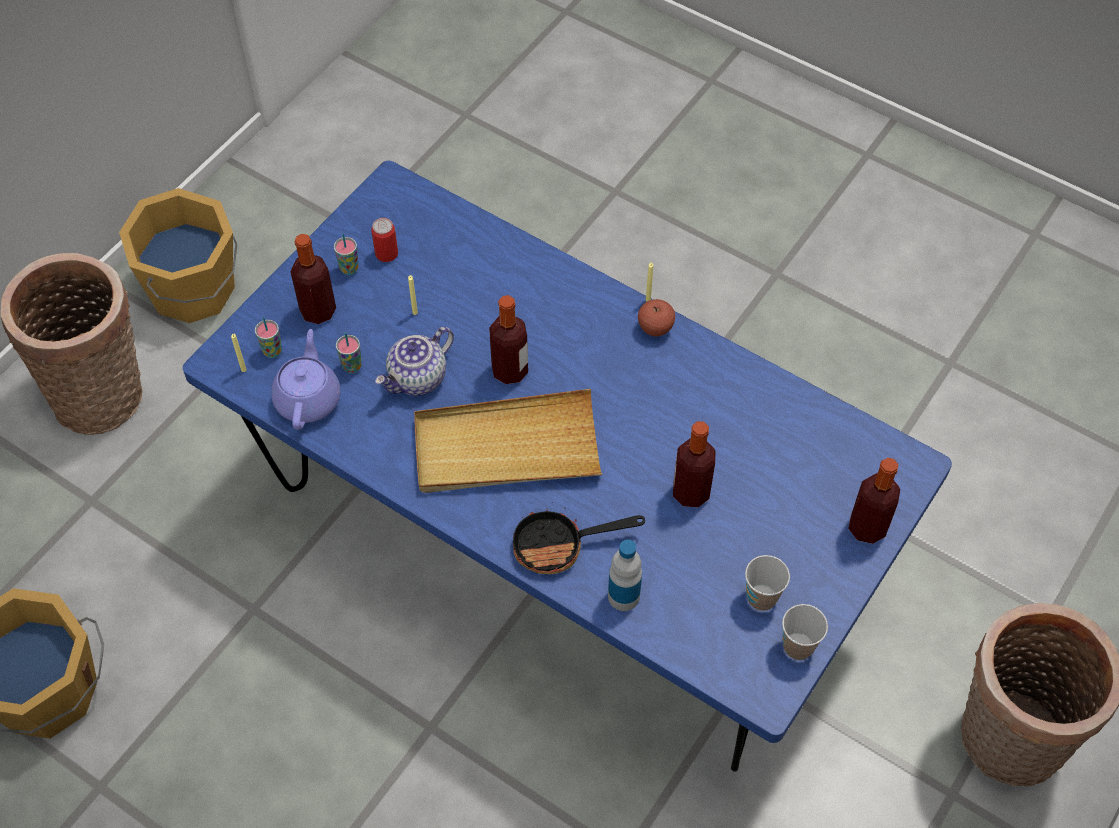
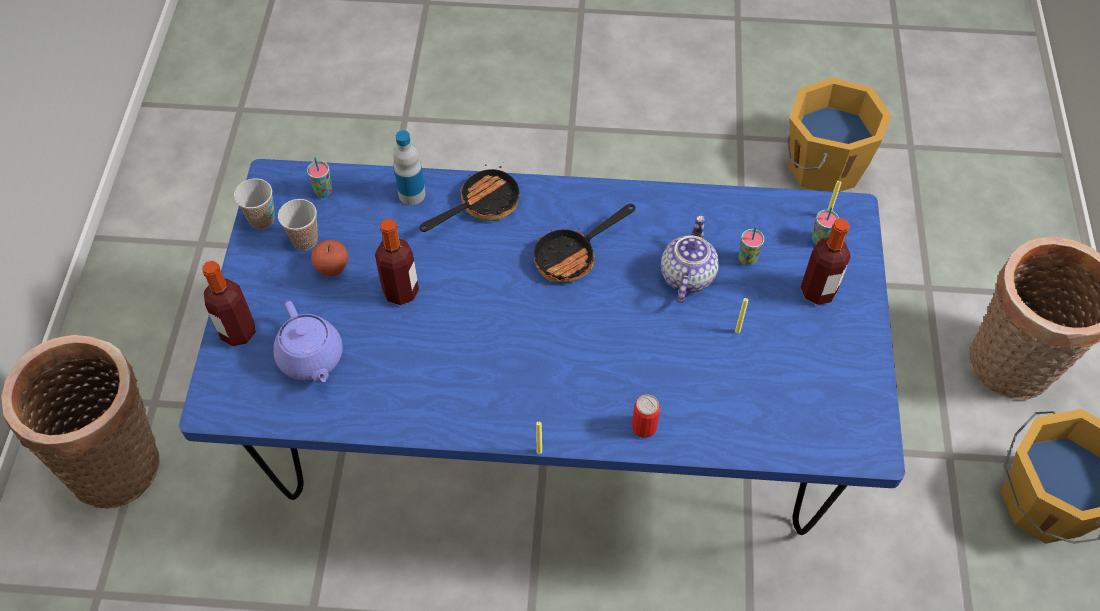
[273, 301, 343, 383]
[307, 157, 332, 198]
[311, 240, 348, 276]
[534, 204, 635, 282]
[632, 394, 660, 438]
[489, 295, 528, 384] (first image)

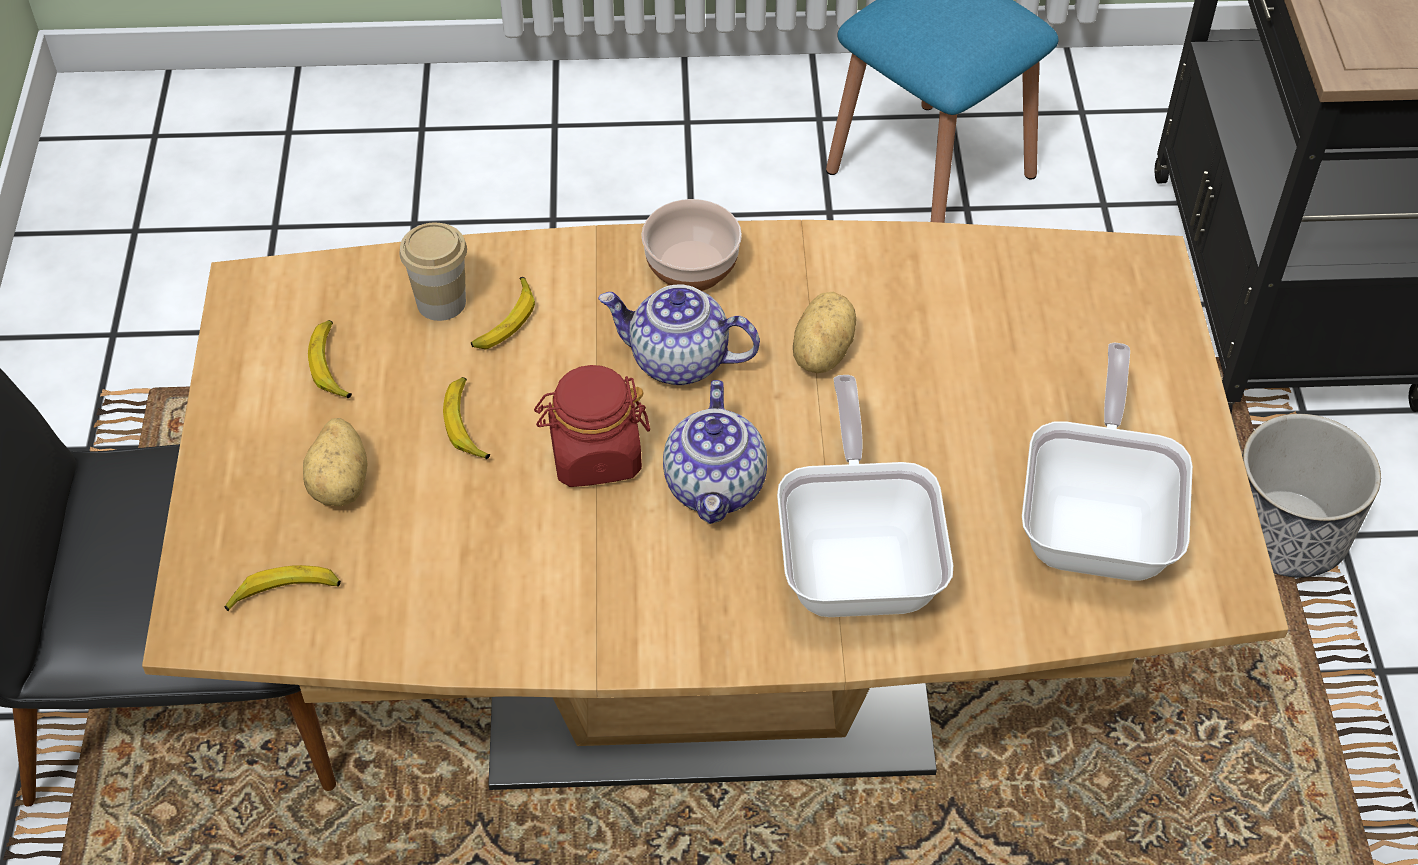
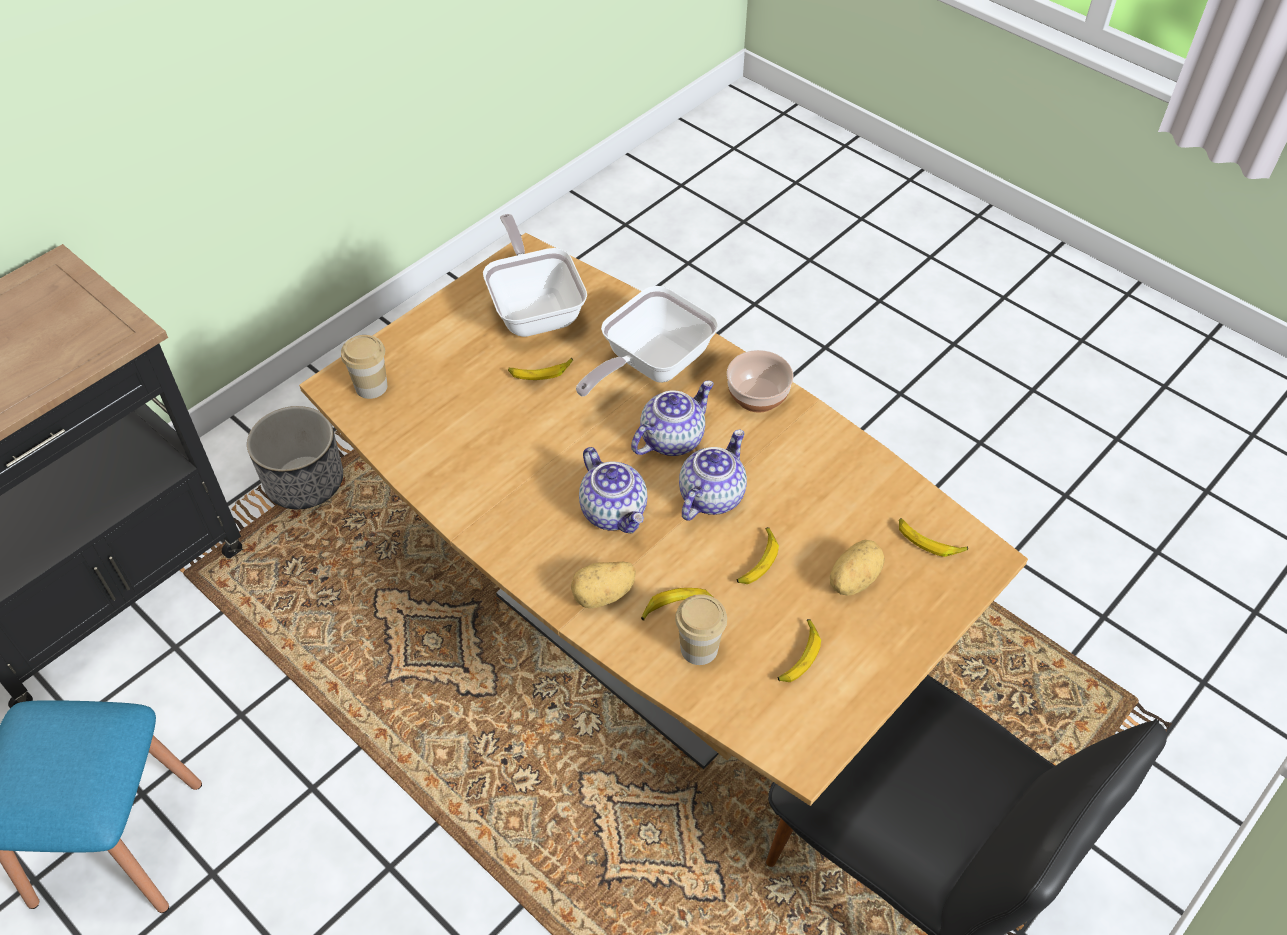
[341, 335, 387, 399]
[483, 214, 587, 337]
[508, 358, 573, 380]
[571, 562, 636, 608]
[679, 430, 747, 521]
[727, 350, 793, 413]

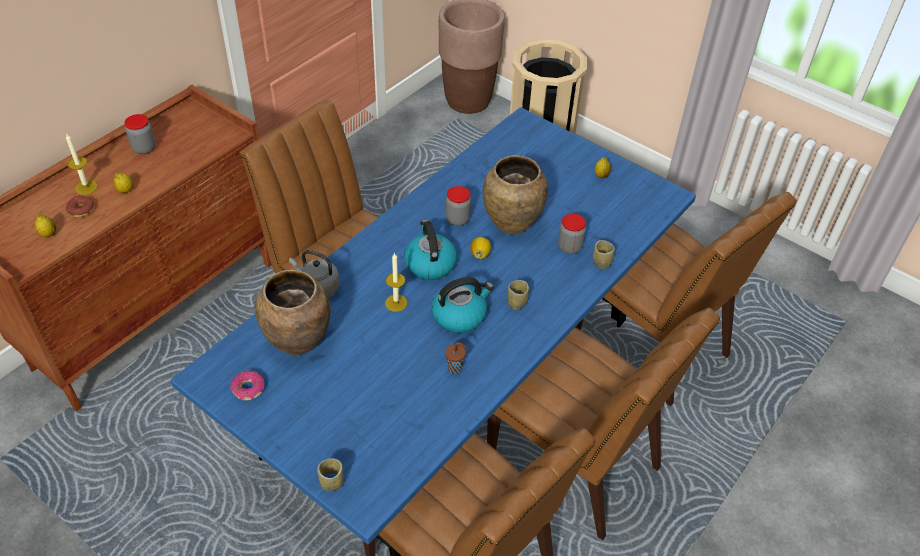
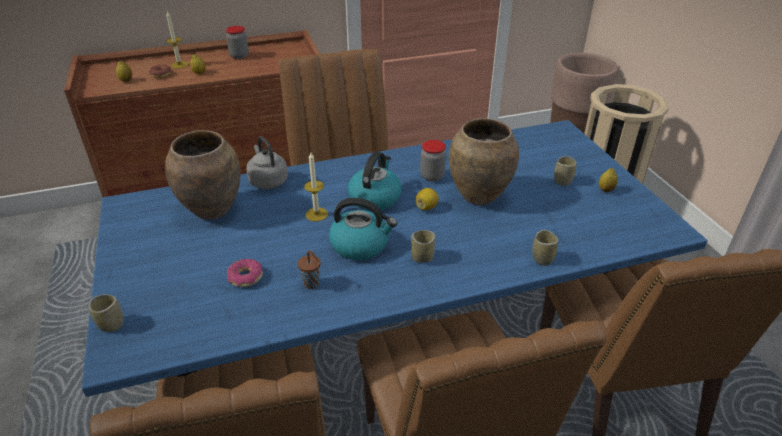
[227, 259, 263, 287]
[554, 156, 576, 186]
[558, 214, 586, 254] (first image)

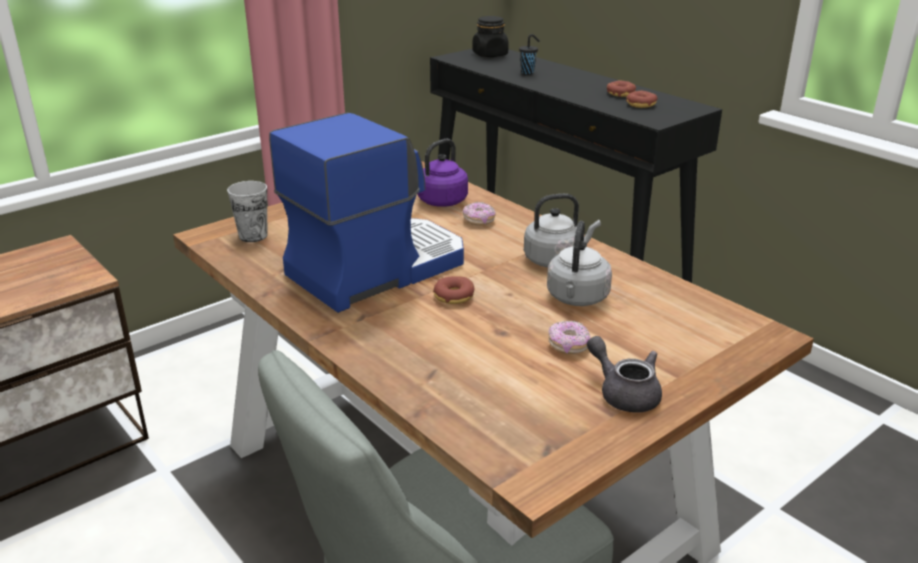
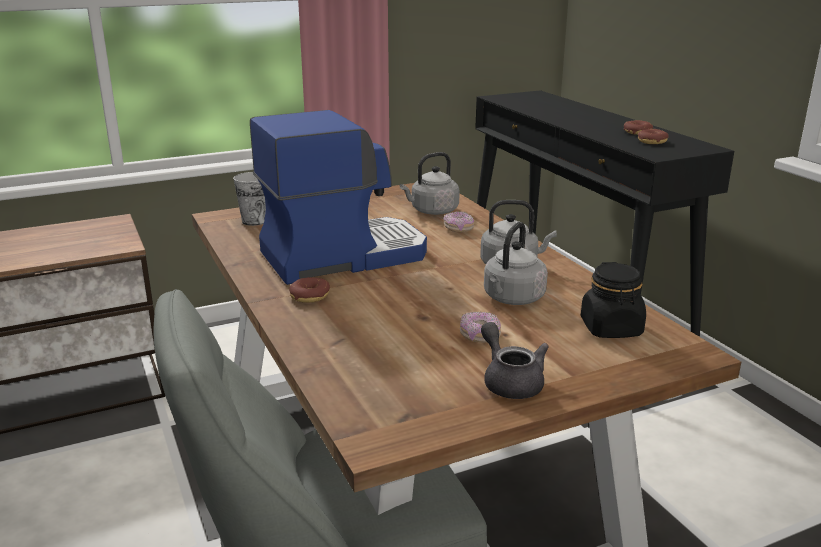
[289, 277, 330, 303]
[400, 152, 460, 215]
[581, 262, 646, 338]
[519, 34, 540, 74] (first image)

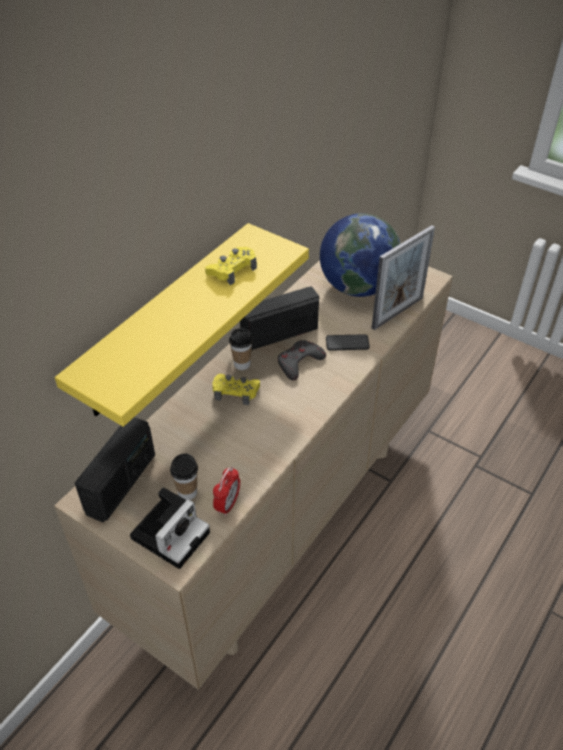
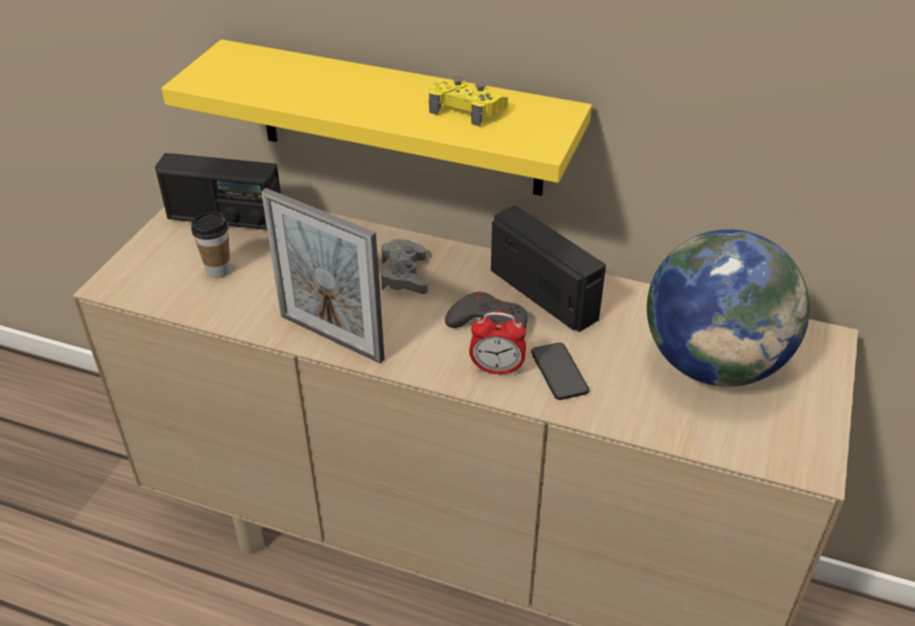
[261, 188, 385, 364]
[381, 239, 428, 294]
[469, 312, 526, 375]
[130, 487, 210, 569] (first image)
[229, 328, 253, 370] (first image)

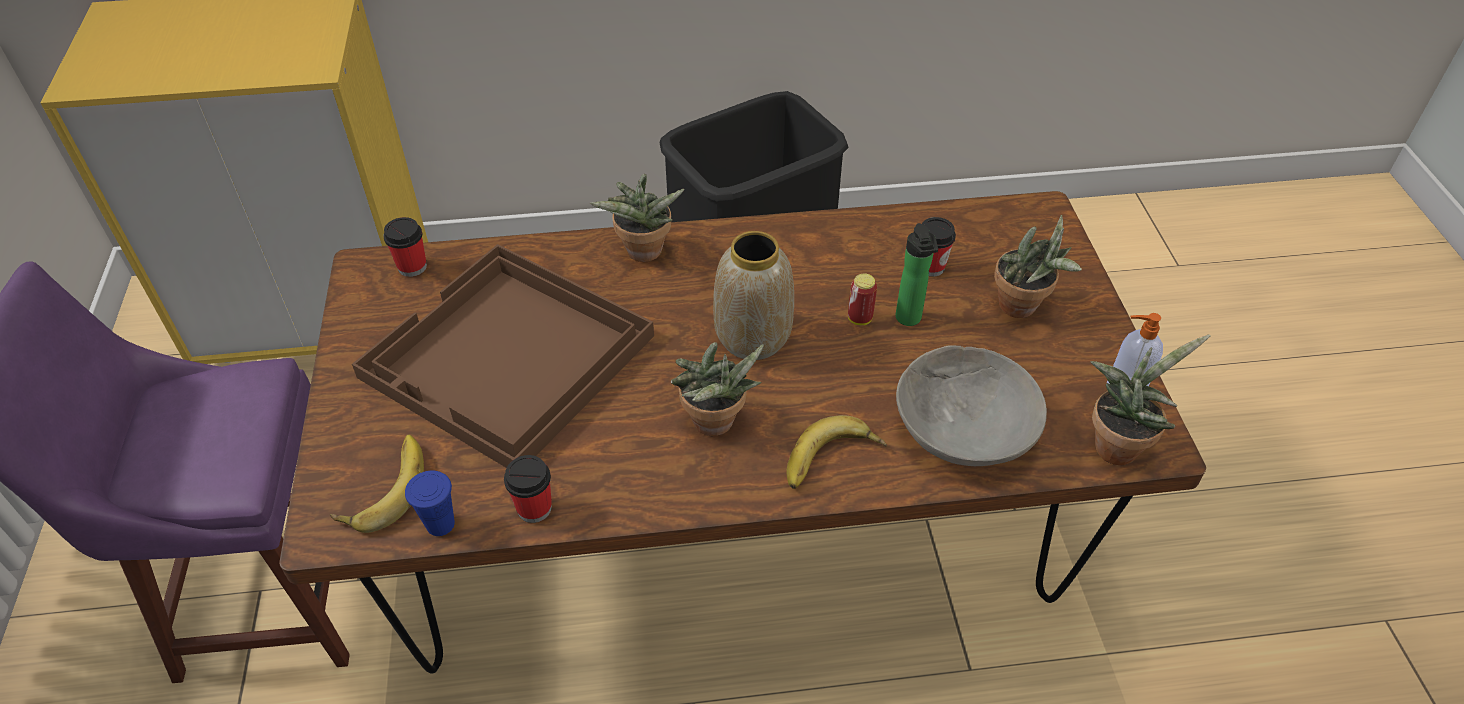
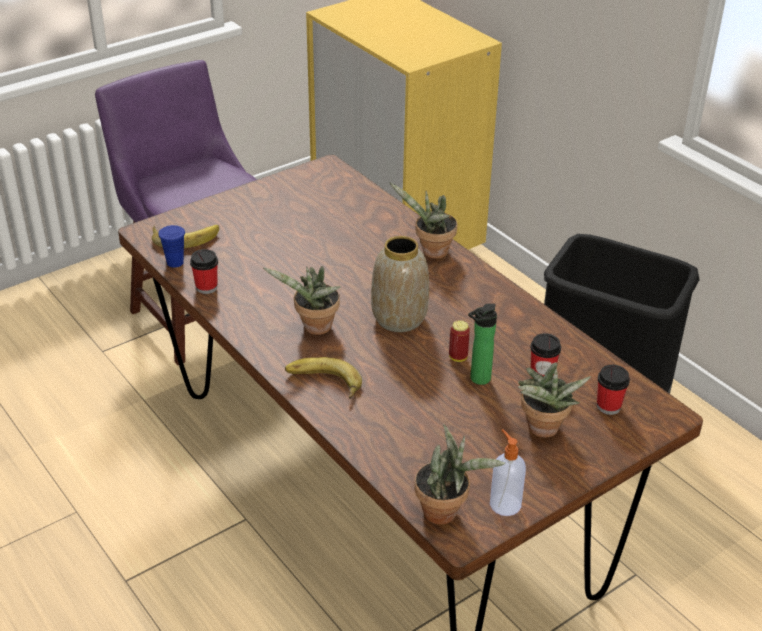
[597, 365, 630, 415]
[352, 244, 654, 468] (first image)
[896, 345, 1047, 466] (first image)

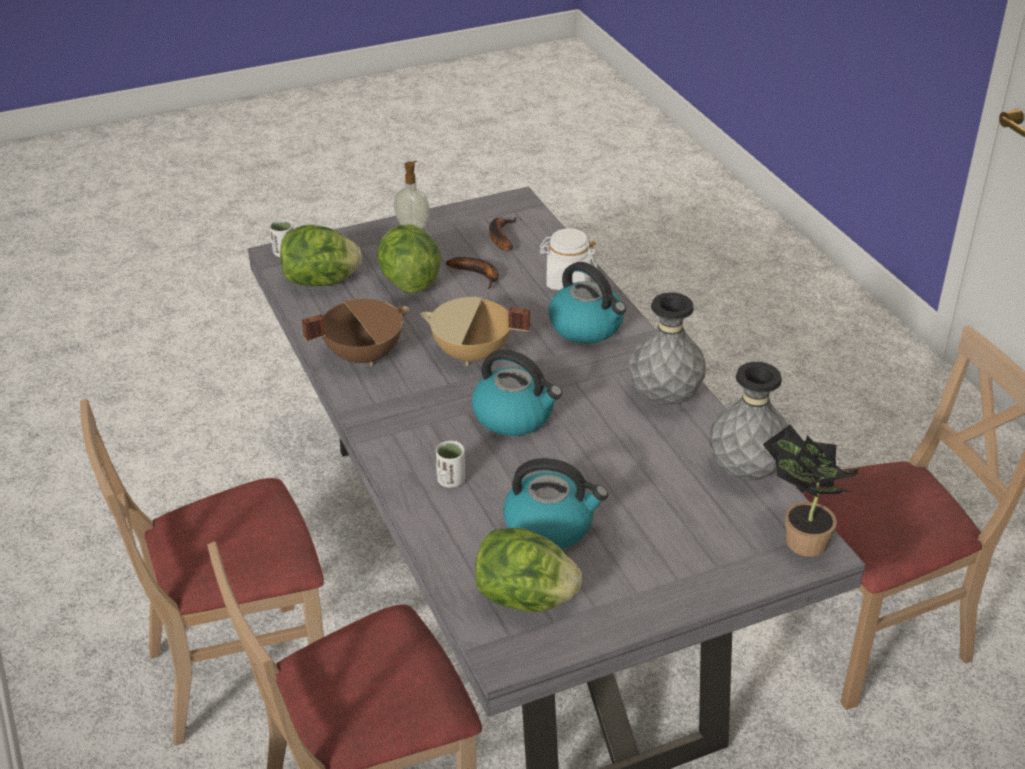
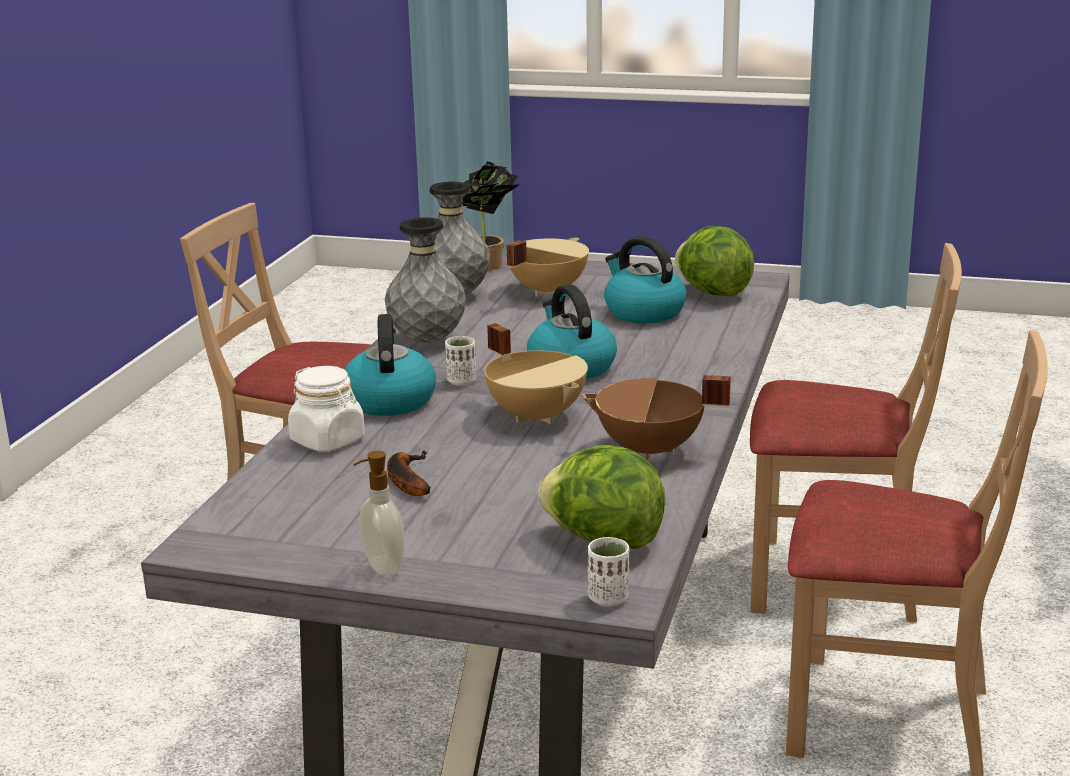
[445, 336, 476, 386]
[506, 238, 589, 296]
[377, 225, 441, 294] (first image)
[489, 217, 517, 251] (first image)

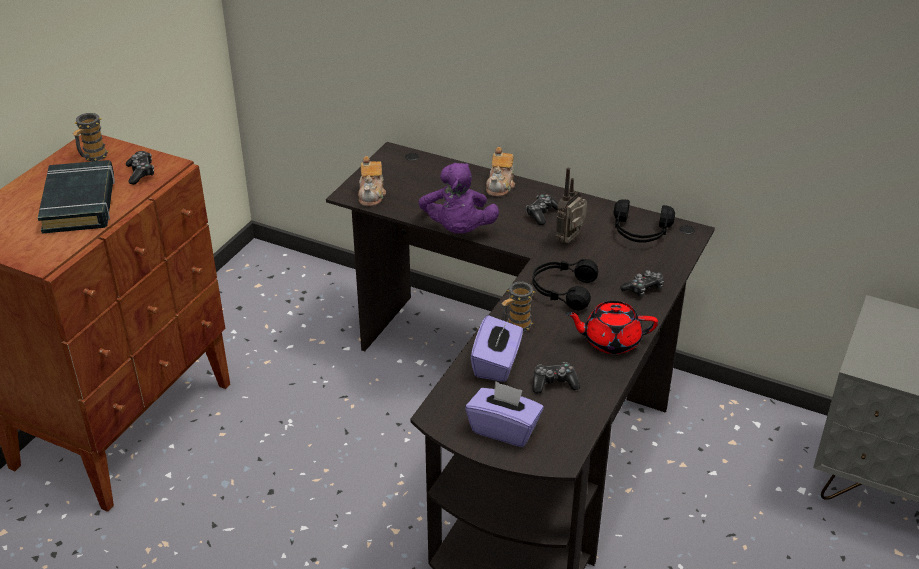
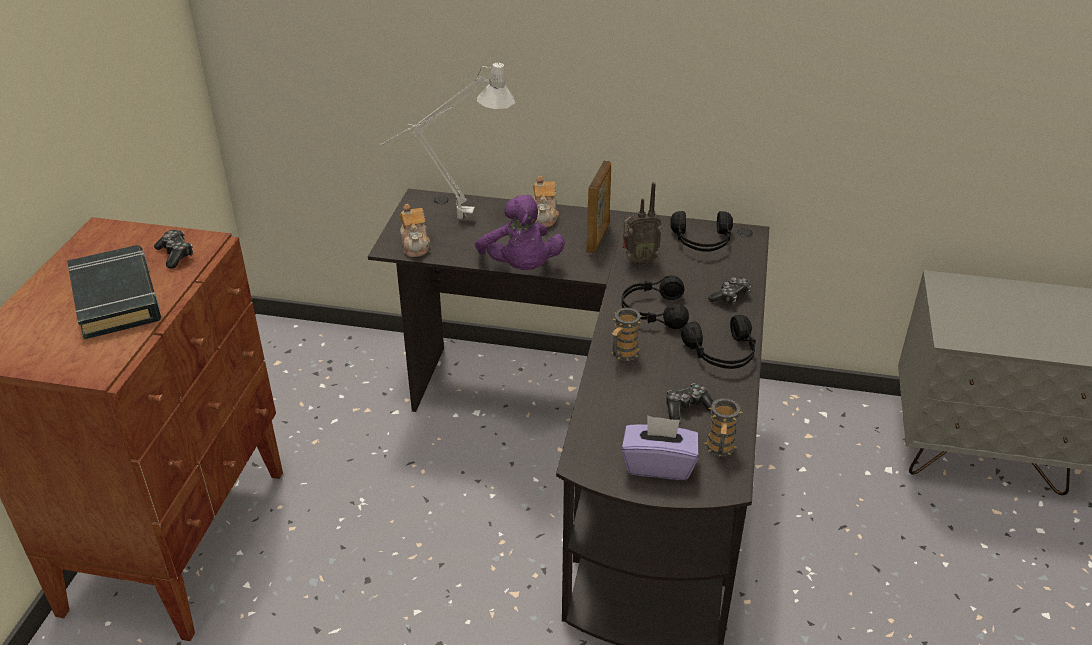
[380, 62, 515, 219]
[586, 161, 611, 253]
[622, 182, 662, 265]
[681, 315, 756, 369]
[705, 398, 743, 456]
[471, 315, 523, 382] (first image)

